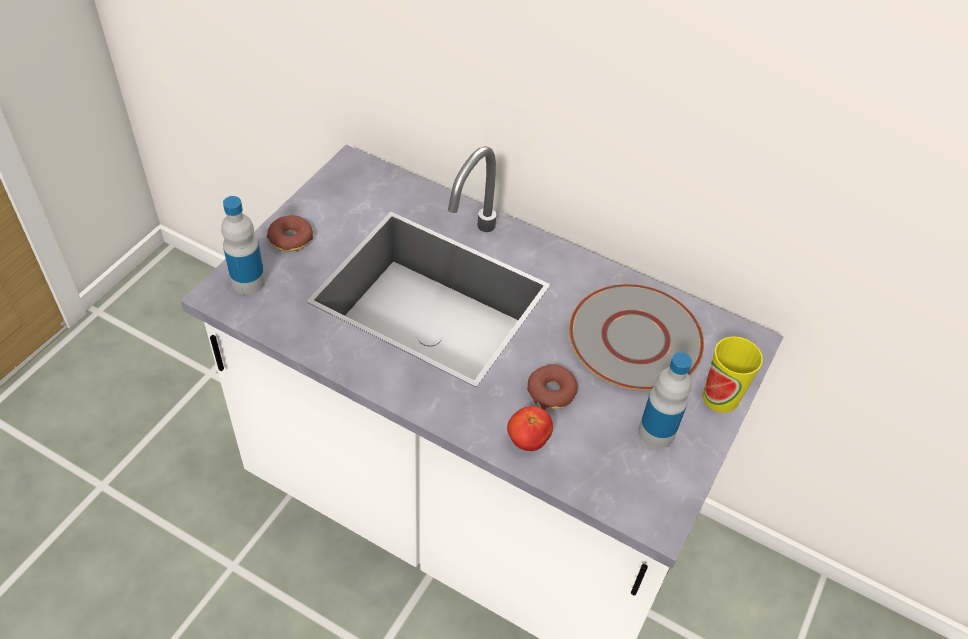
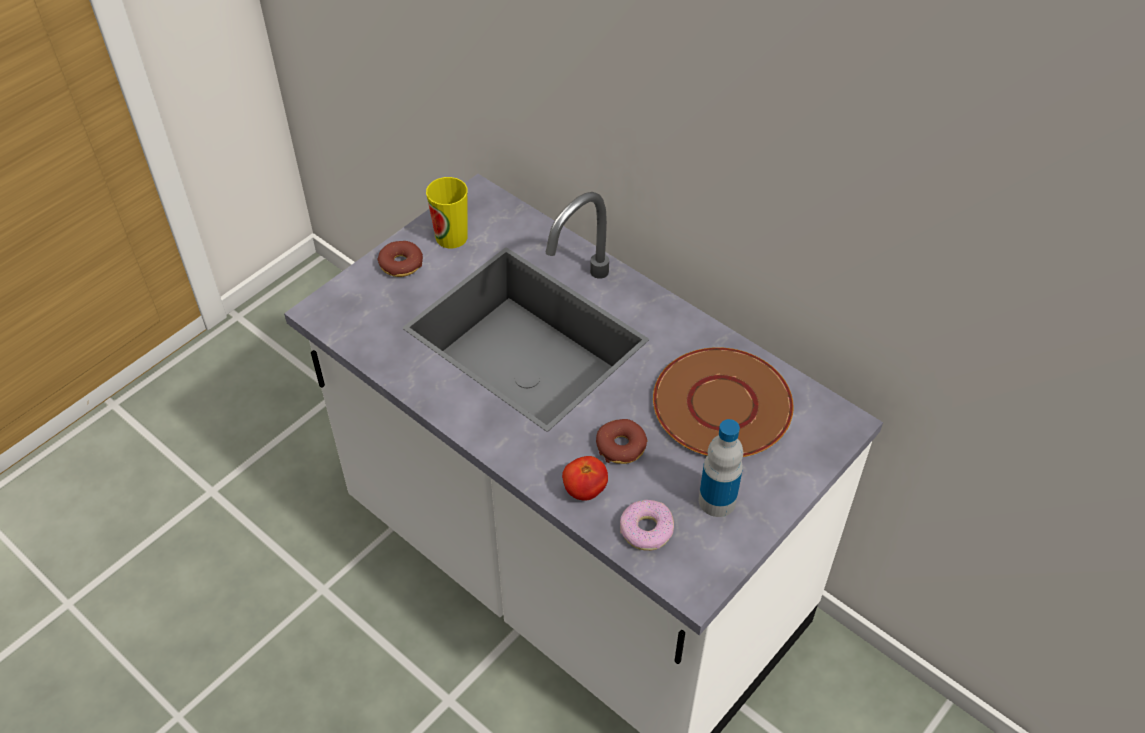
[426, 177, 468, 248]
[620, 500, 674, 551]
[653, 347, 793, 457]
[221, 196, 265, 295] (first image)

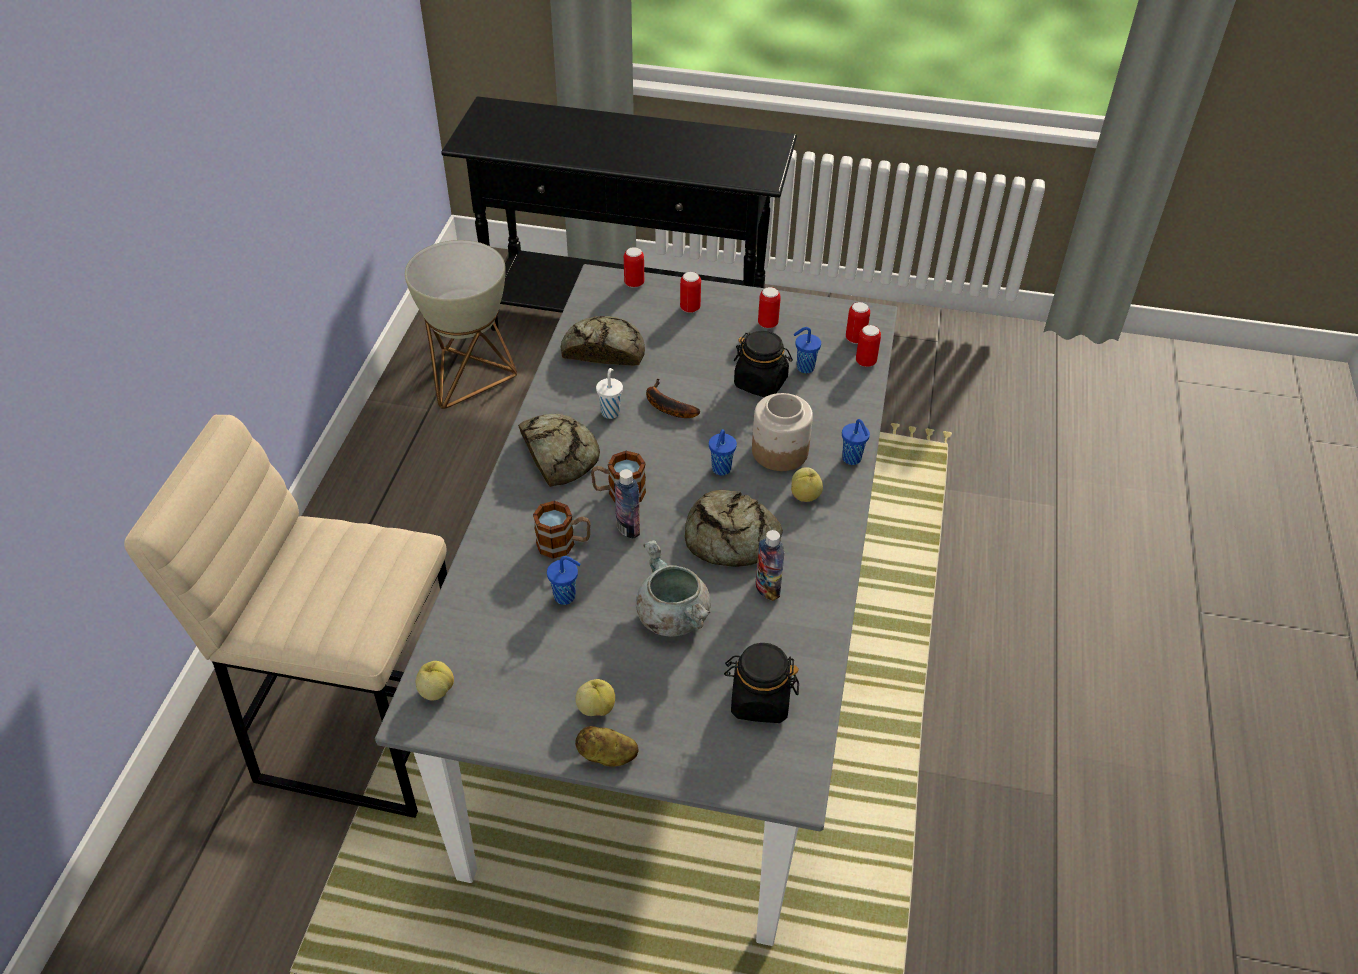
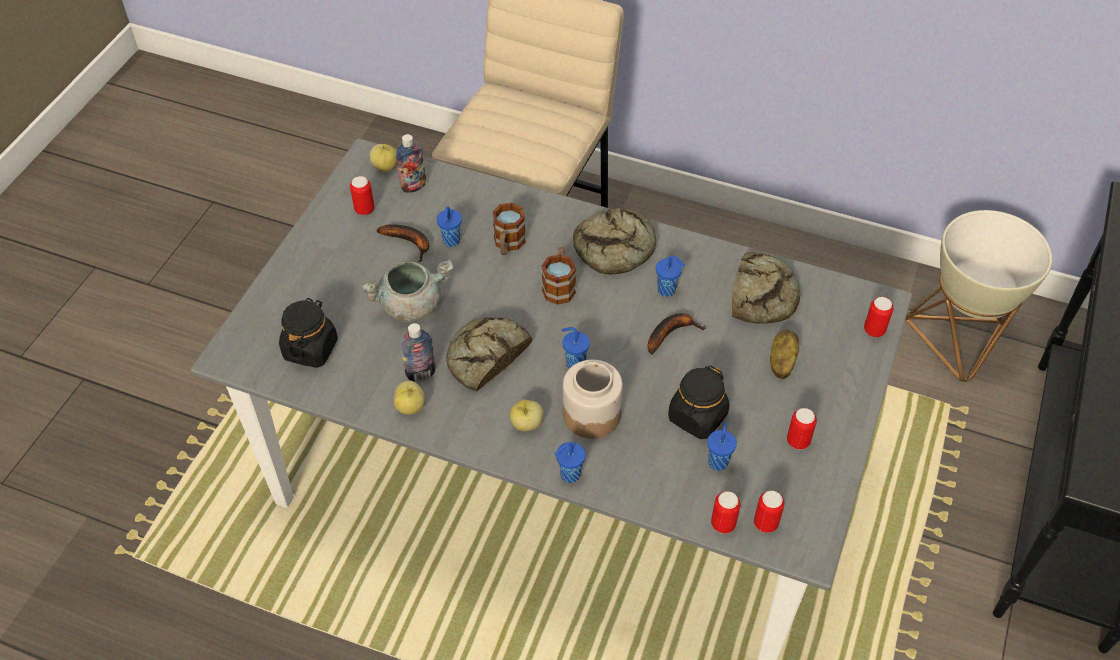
[350, 176, 375, 215]
[377, 224, 429, 262]
[394, 380, 425, 415]
[396, 134, 426, 193]
[656, 255, 685, 297]
[770, 330, 799, 379]

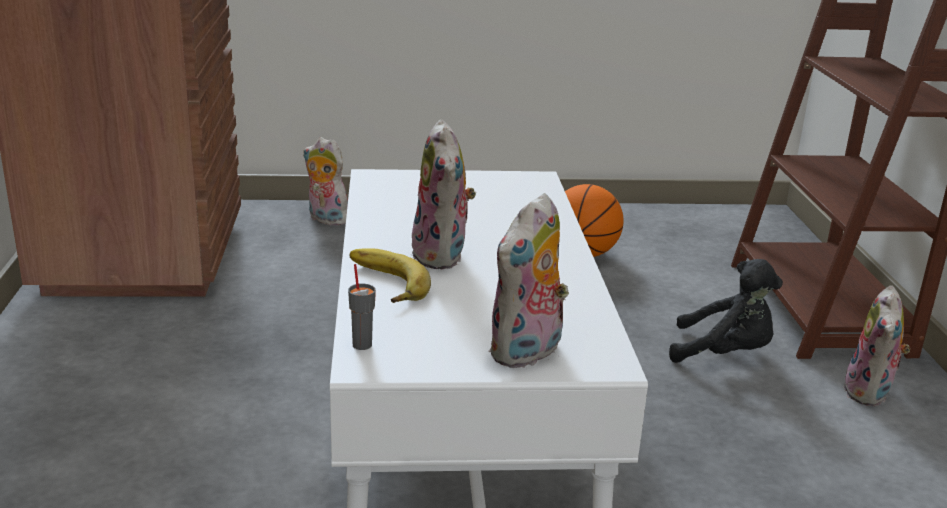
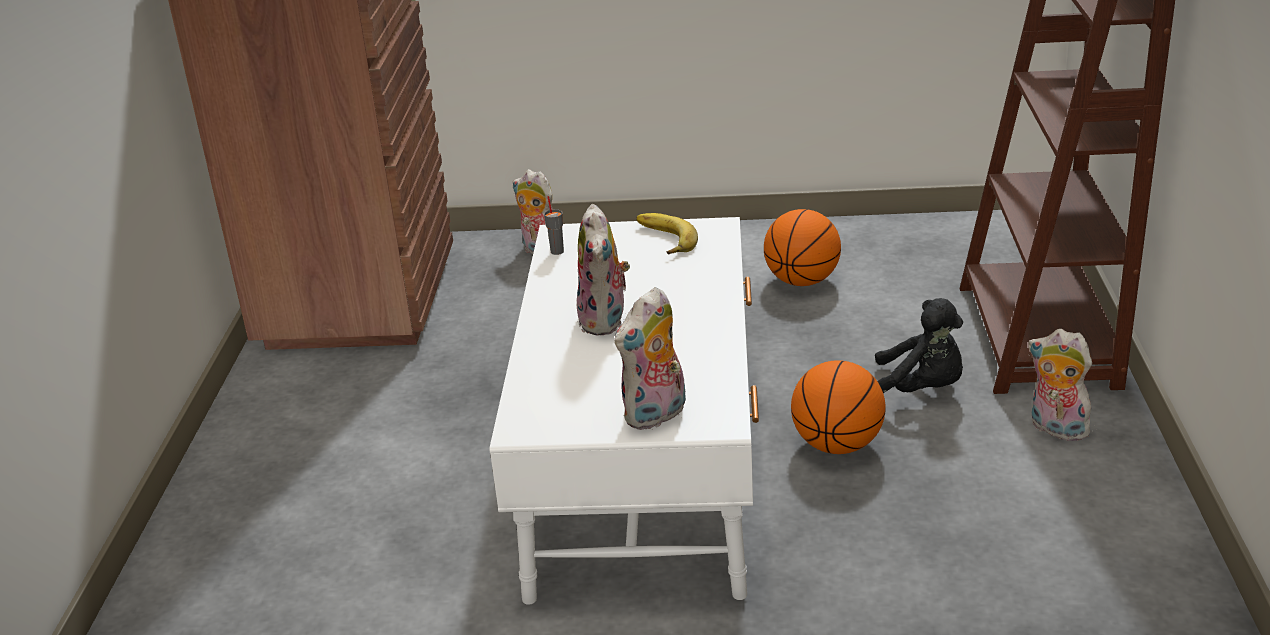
[544, 196, 564, 255]
[636, 213, 698, 254]
[791, 360, 886, 454]
[1028, 329, 1092, 442]

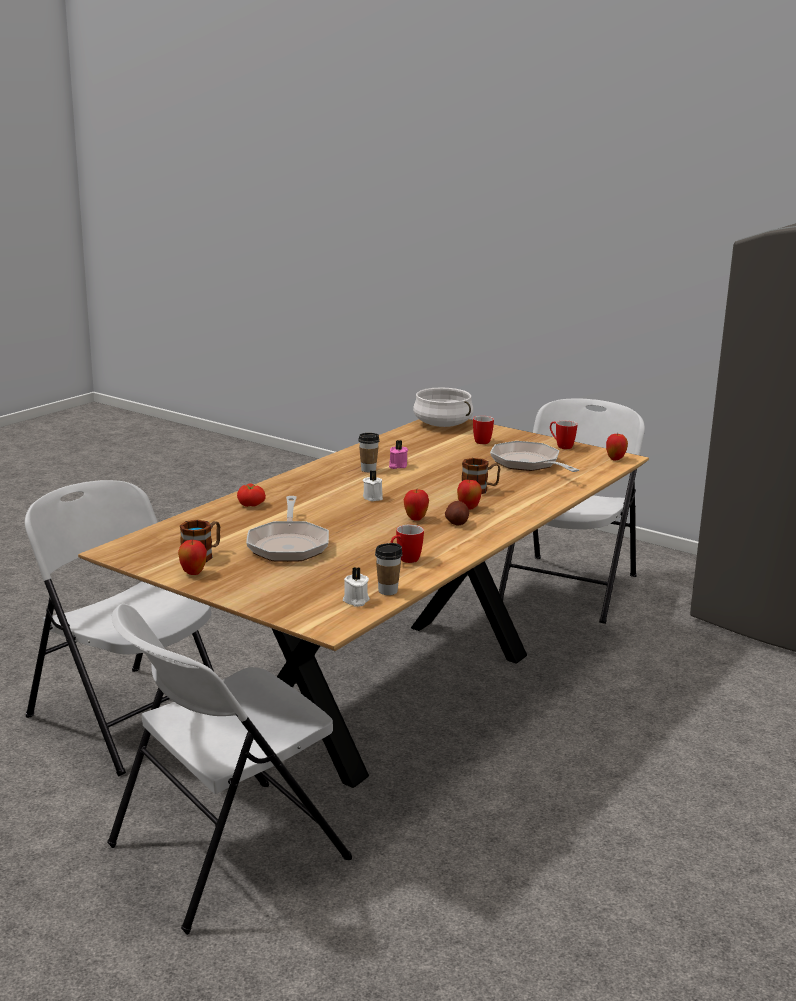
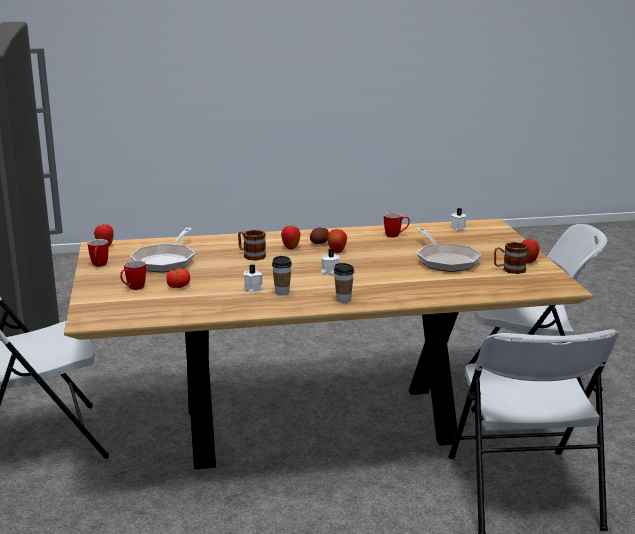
[166, 268, 190, 288]
[244, 265, 264, 292]
[334, 263, 354, 303]
[416, 228, 482, 272]
[413, 387, 473, 427] (first image)

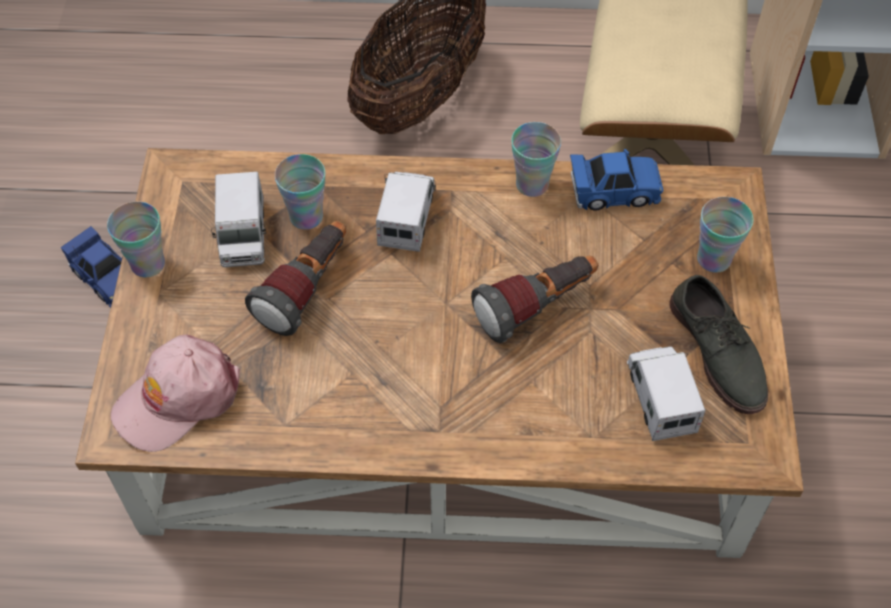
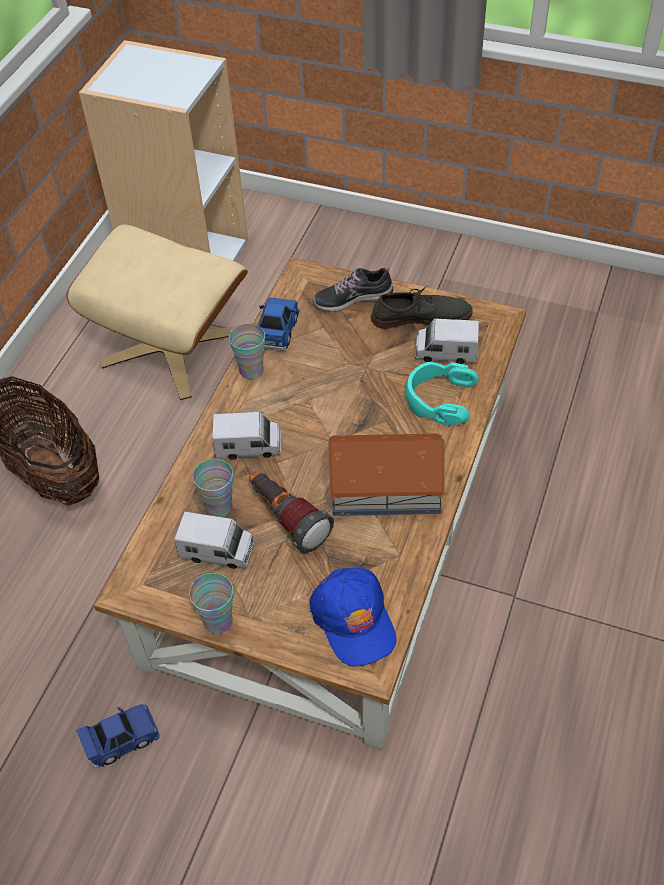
[212, 412, 281, 460]
[310, 568, 396, 667]
[313, 266, 393, 312]
[328, 434, 447, 516]
[406, 362, 479, 426]
[471, 255, 598, 343] (first image)

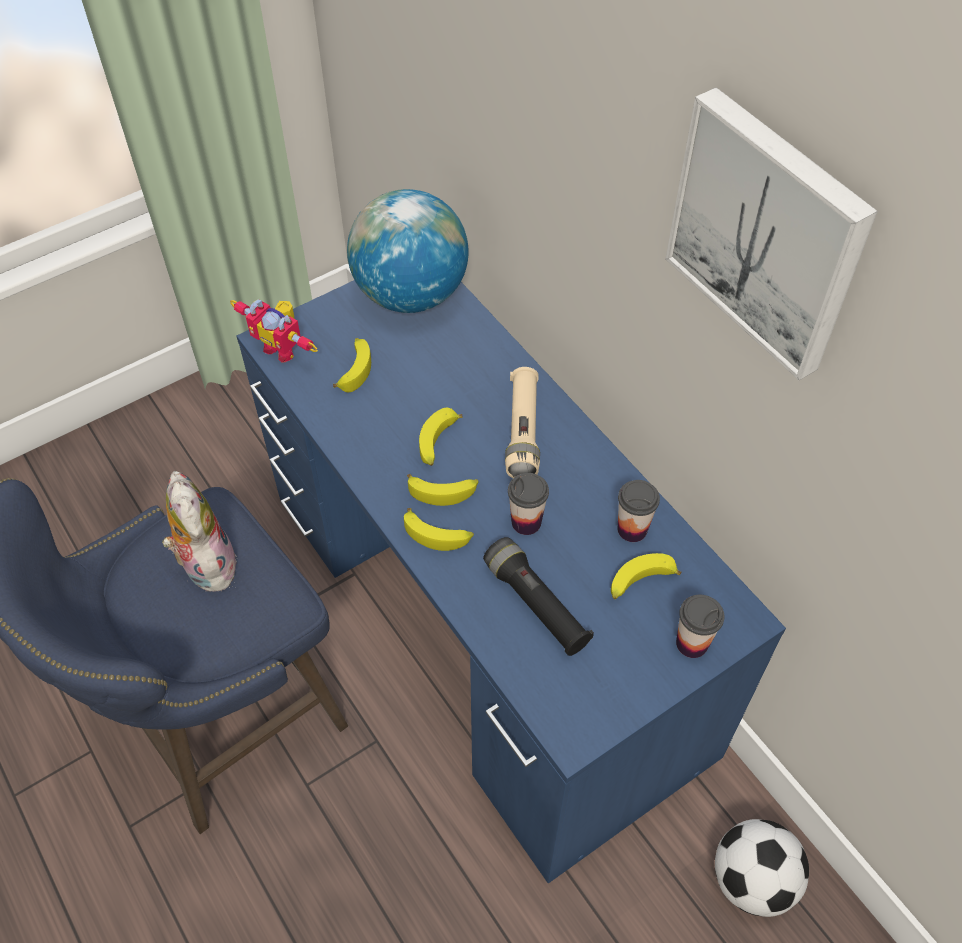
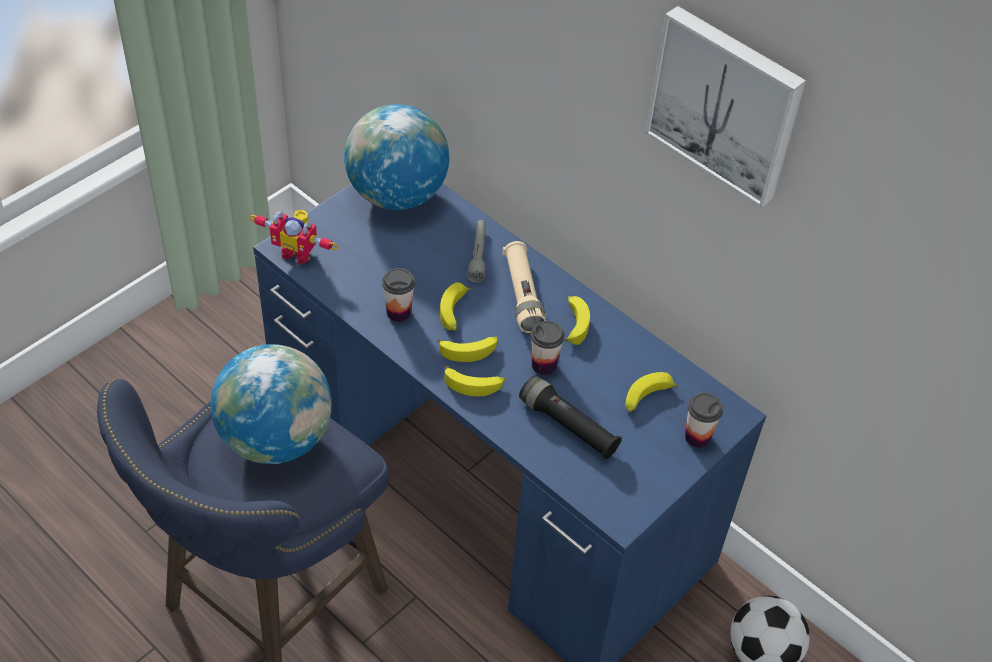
[211, 344, 332, 464]
[382, 268, 415, 322]
[467, 220, 486, 283]
[565, 296, 590, 345]

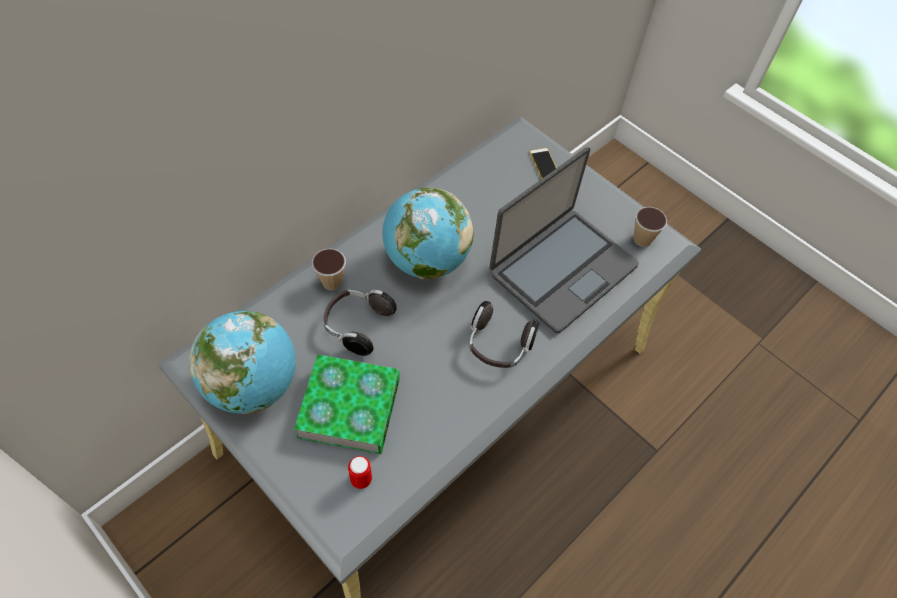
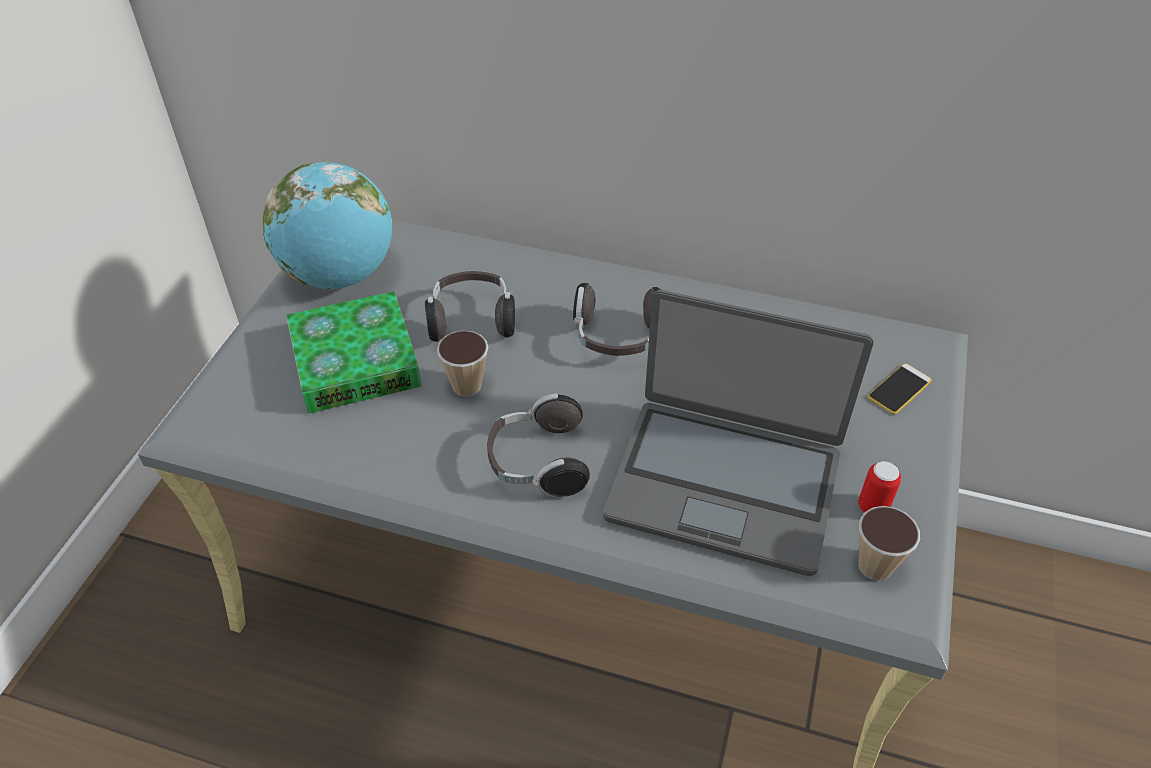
[437, 331, 489, 397]
[573, 283, 661, 356]
[858, 461, 901, 513]

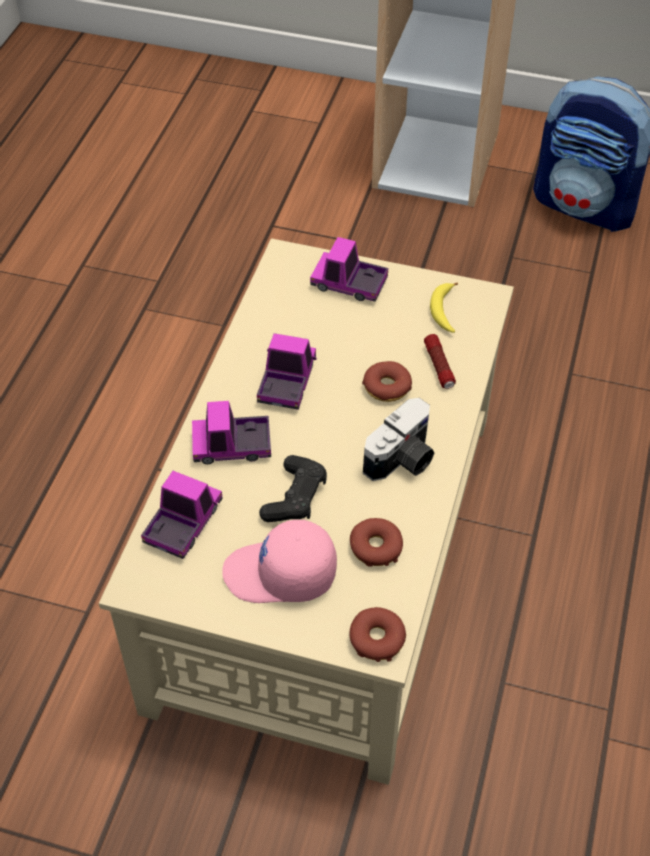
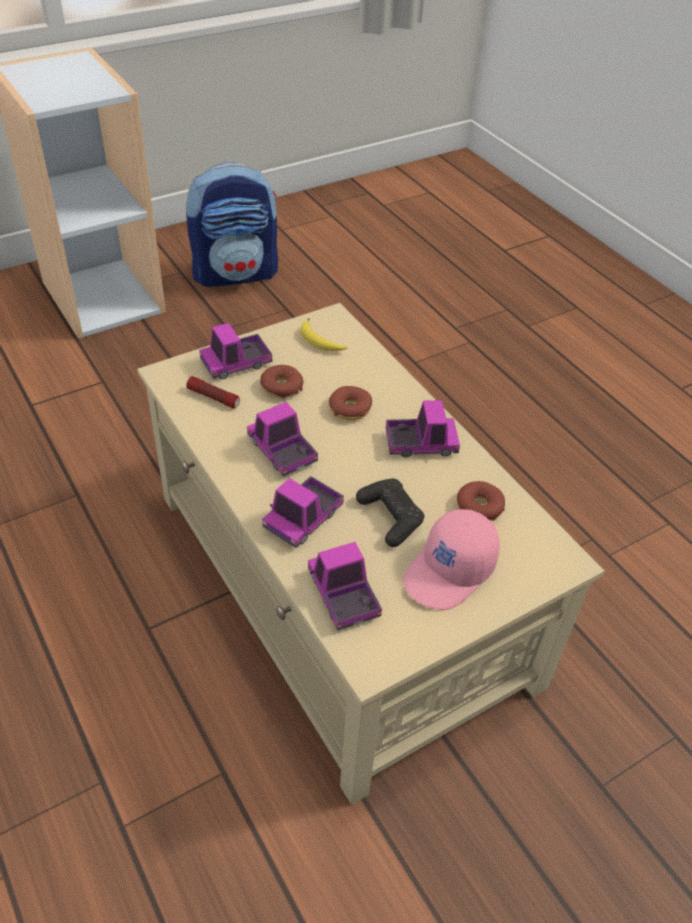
[186, 376, 240, 409]
[260, 365, 303, 398]
[386, 400, 460, 457]

